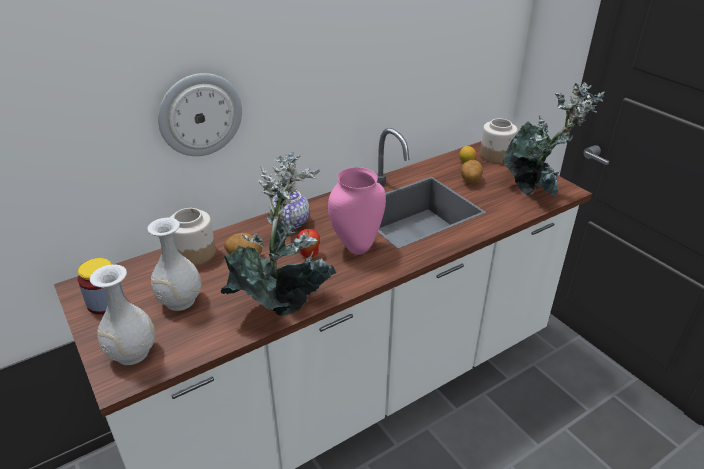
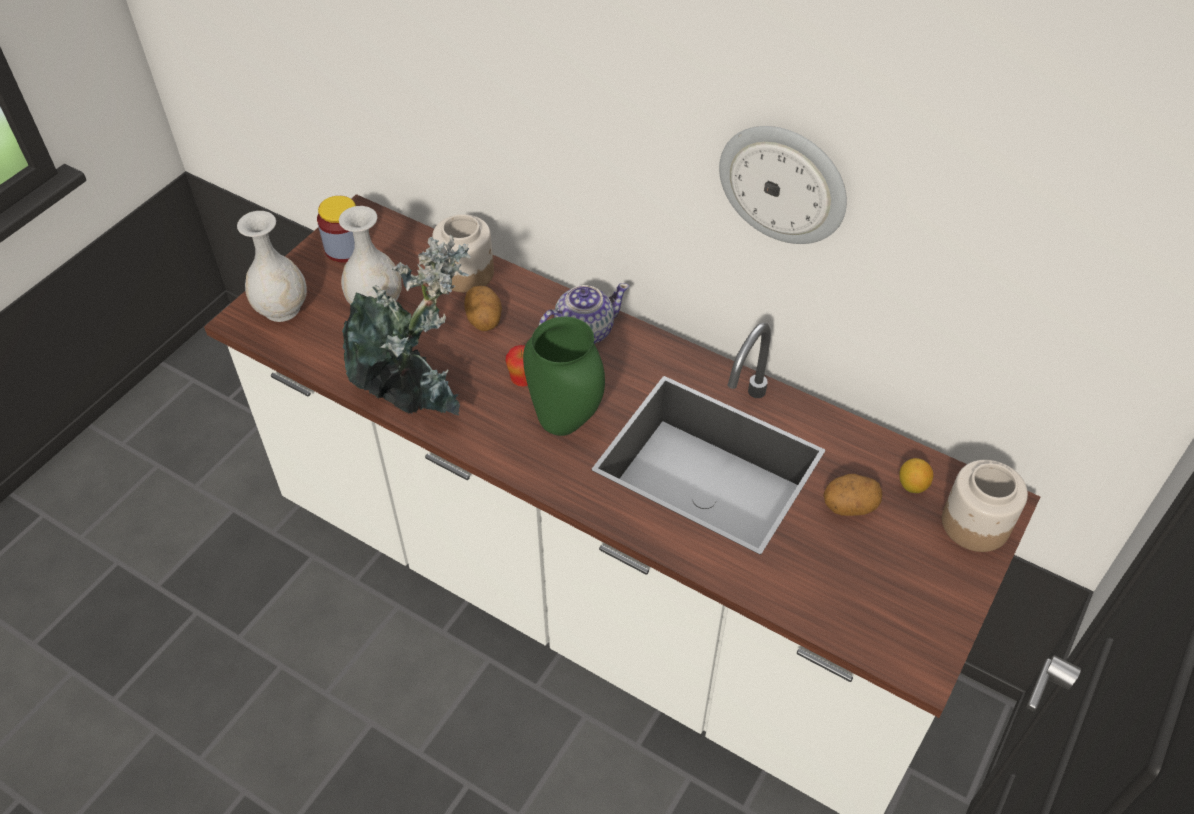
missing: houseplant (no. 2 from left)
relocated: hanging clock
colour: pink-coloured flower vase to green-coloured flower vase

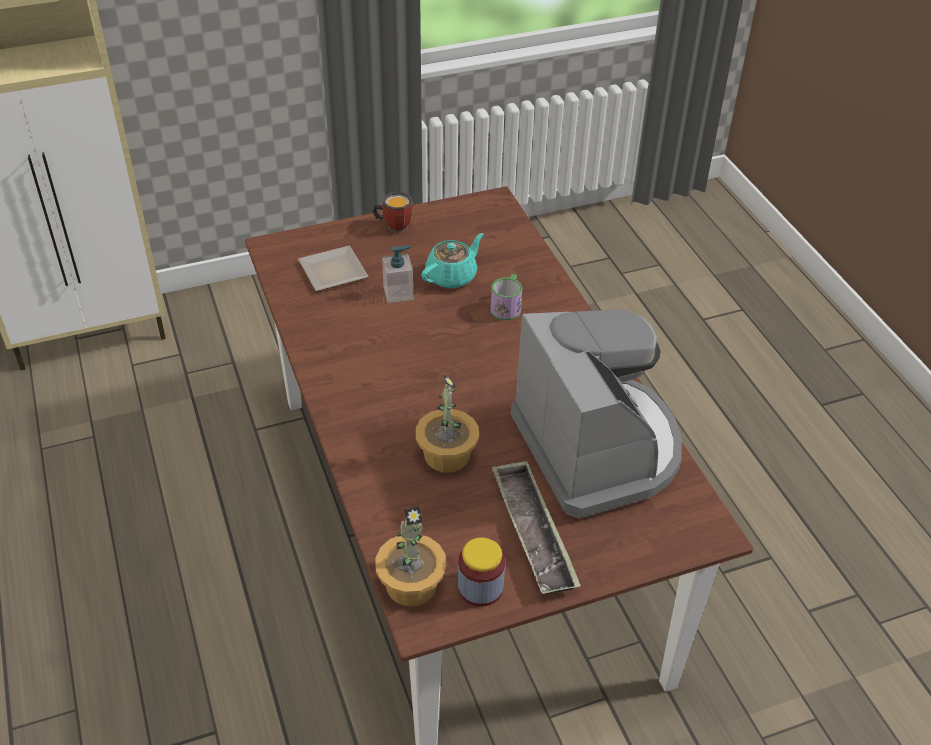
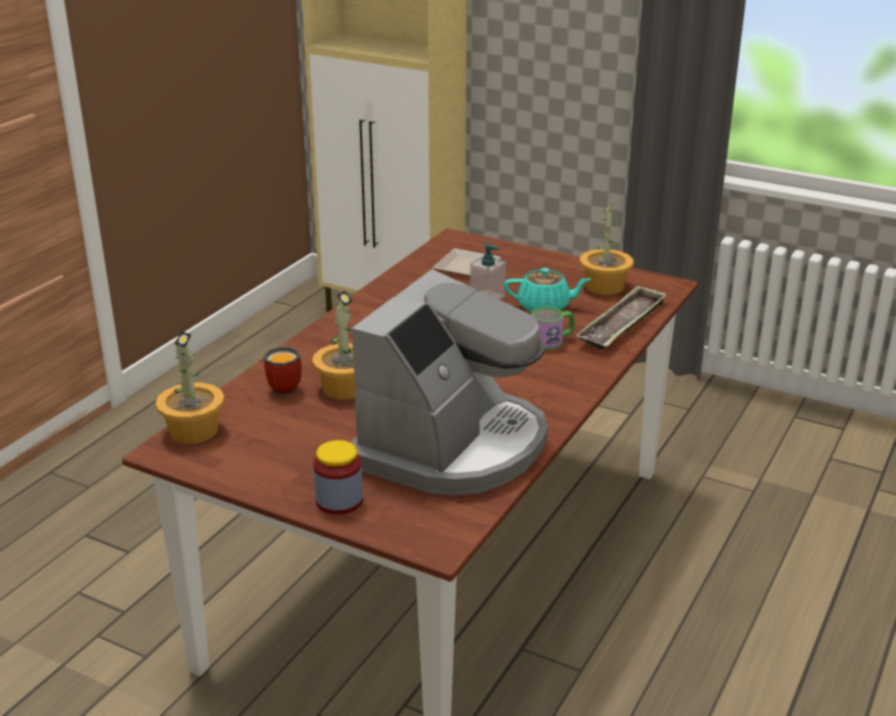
appeared: houseplant (no. 3 from left)
relocated: coffee mug (no. 1 from left); carrying tray; preserve jar

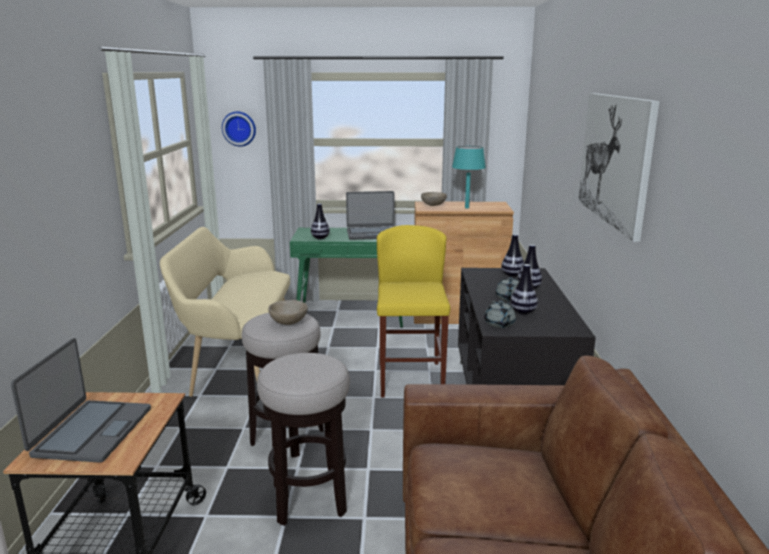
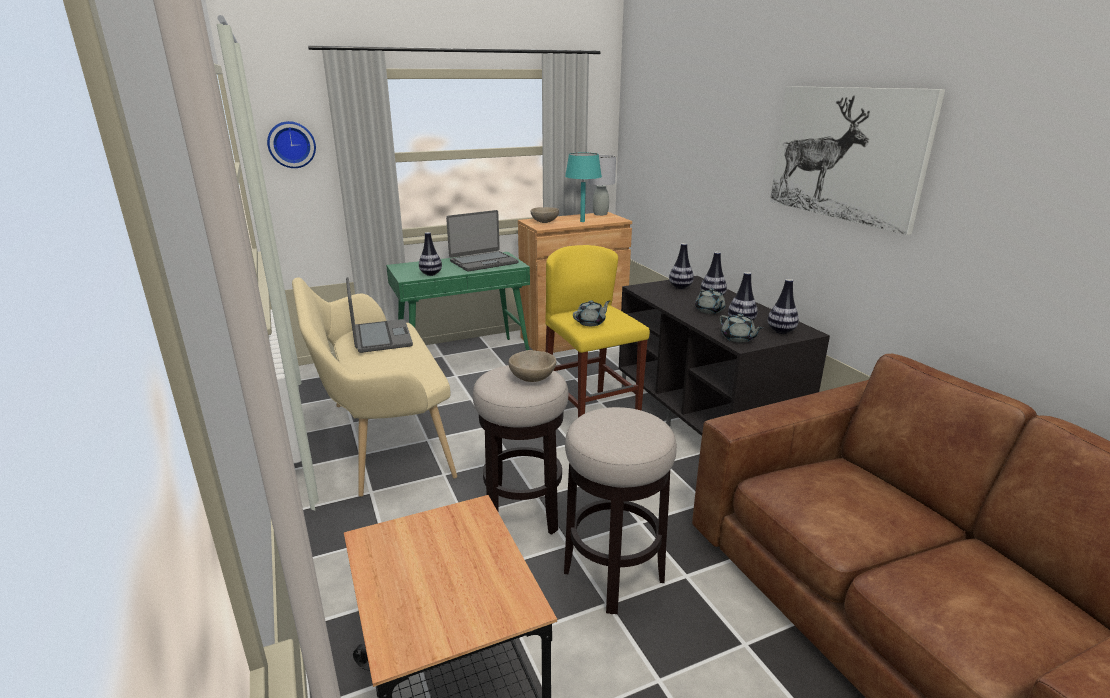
appeared: gray lamp for a table; flower vase (no. 5 from left); gray teapot (no. 1 from left)
relocated: portable computer (no. 1 from left)

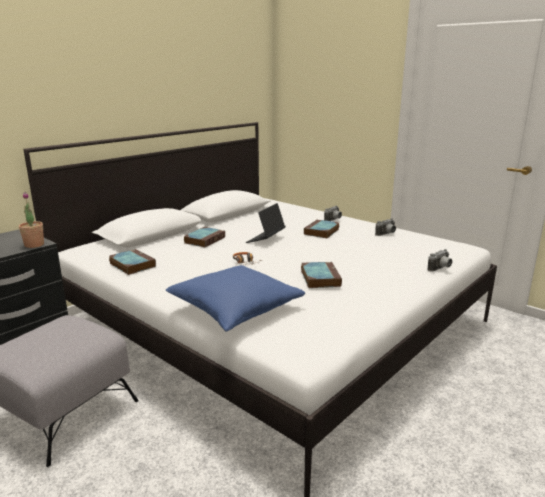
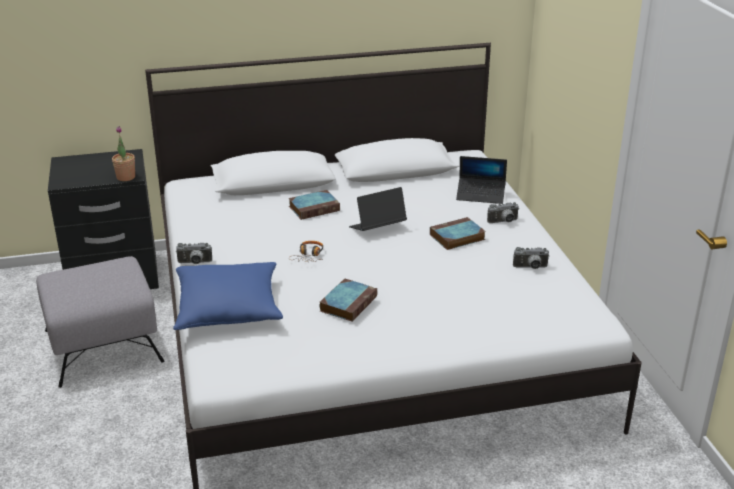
missing: book (no. 1 from left)
appeared: portable computer (no. 2 from left)
relocated: still camera (no. 3 from left in the first image) to still camera (no. 1 from left)

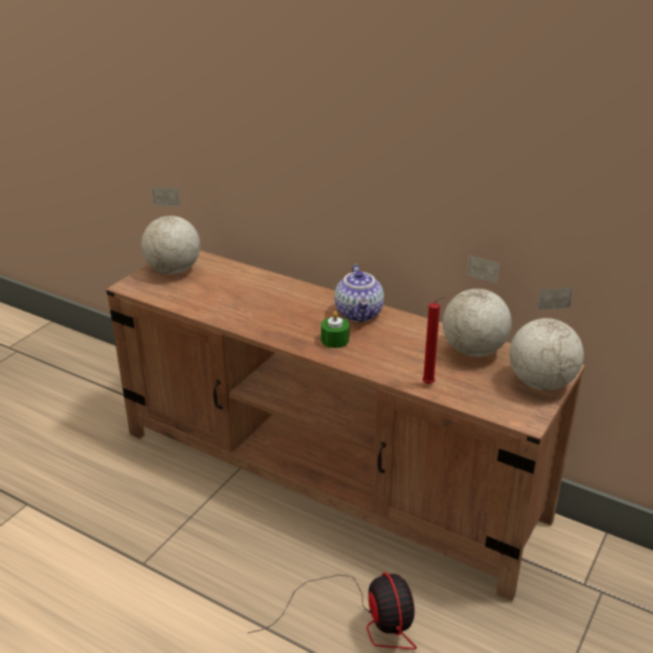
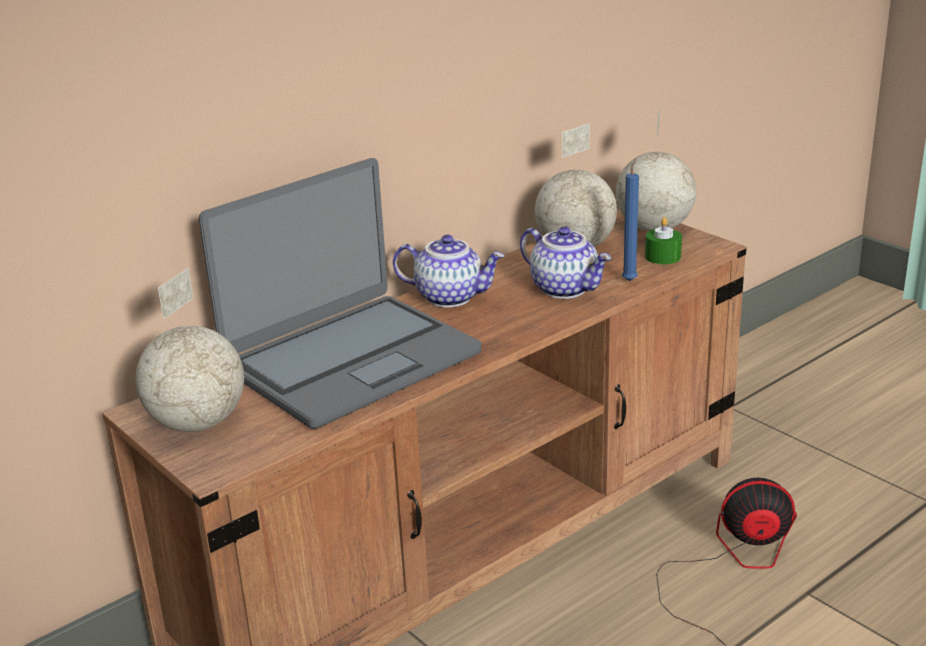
appeared: portable computer; teapot (no. 2 from left)
relocated: green-coloured wax candle
colour: red wax candle to blue wax candle

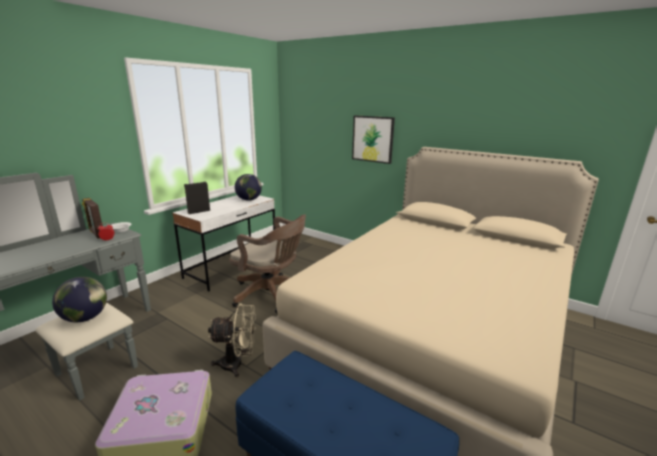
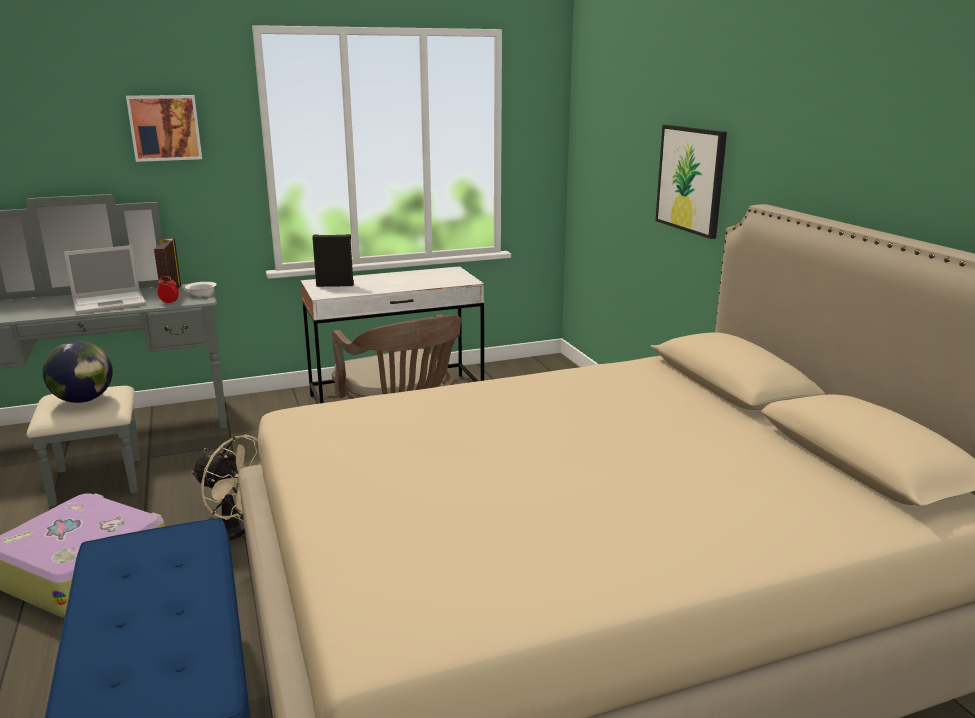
missing: desk globe (no. 2 from left)
appeared: wall art (no. 1 from left); portable computer

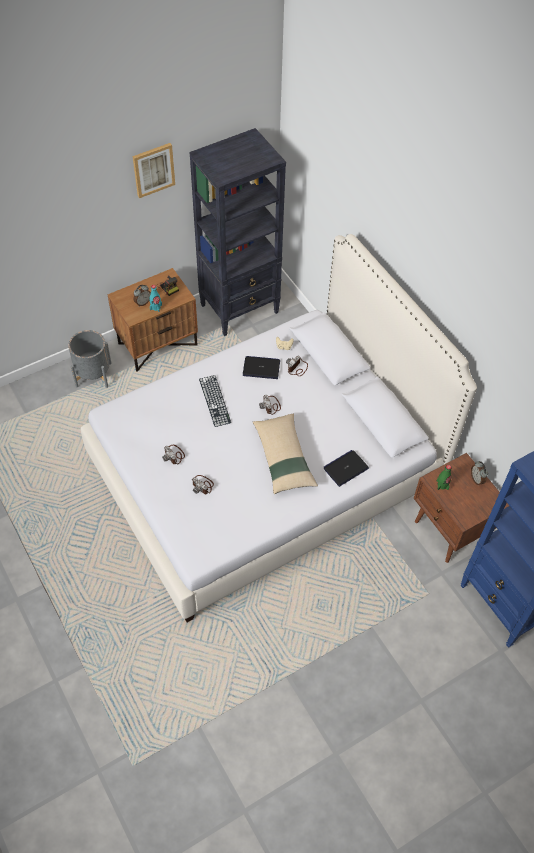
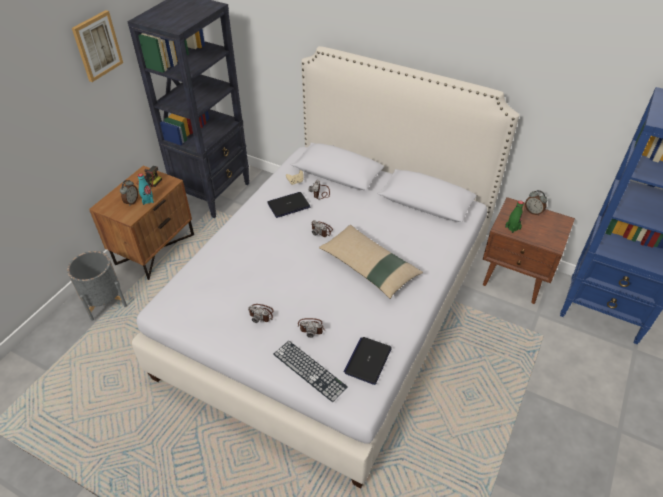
relocated: computer keyboard; portable computer (no. 2 from left)

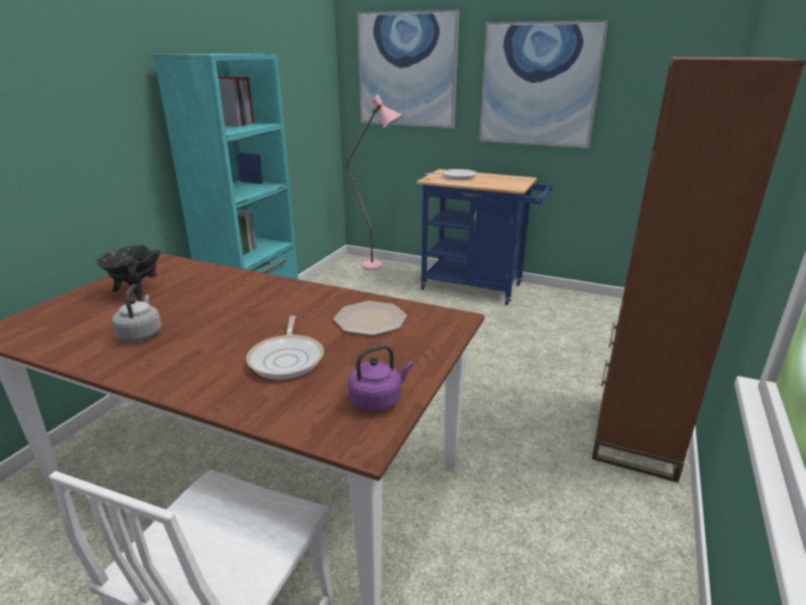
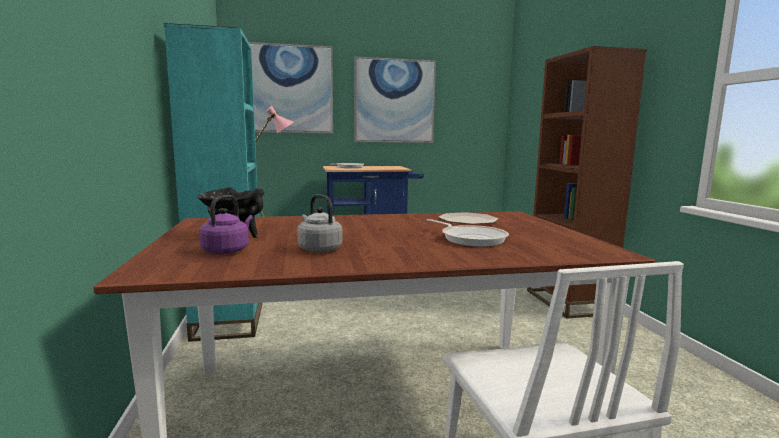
relocated: purple water kettle

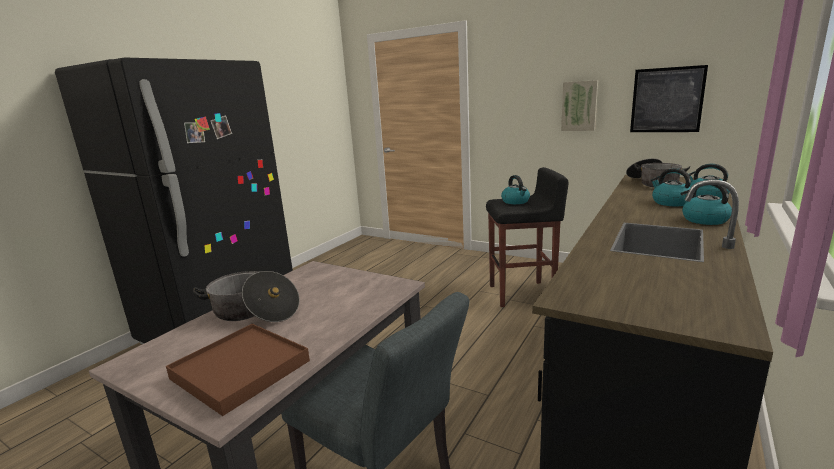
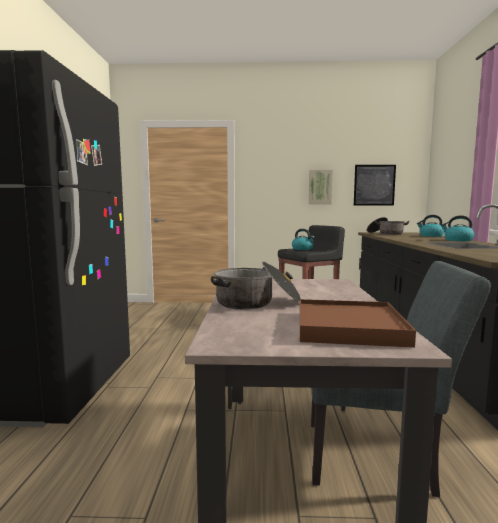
missing: water kettle (no. 2 from left)

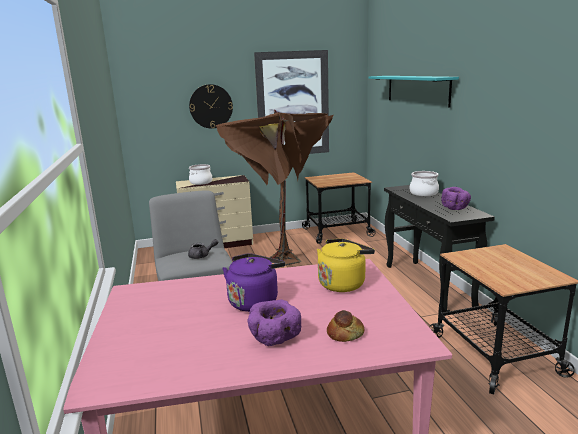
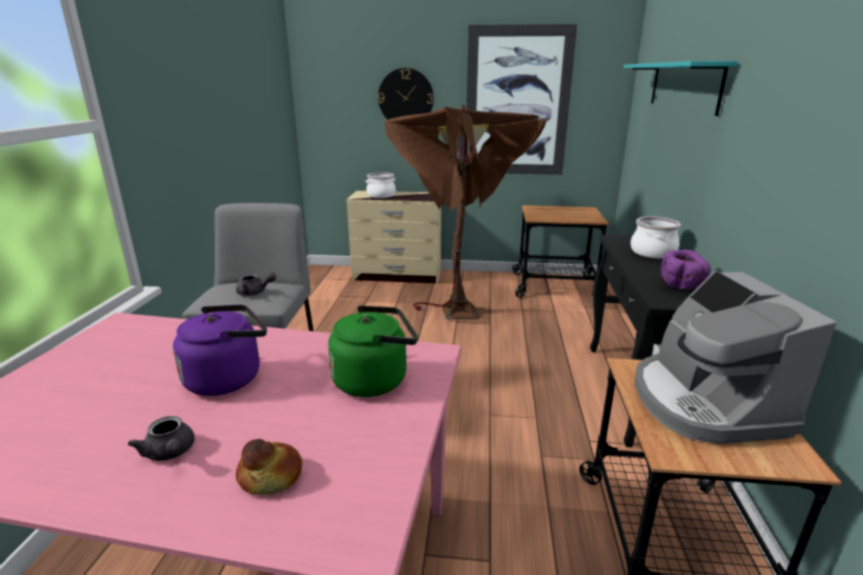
appeared: coffee maker
exchanged: purple bowl (no. 1 from left) to gray teapot (no. 1 from left)
colour: yellow-coloured water kettle to green-coloured water kettle

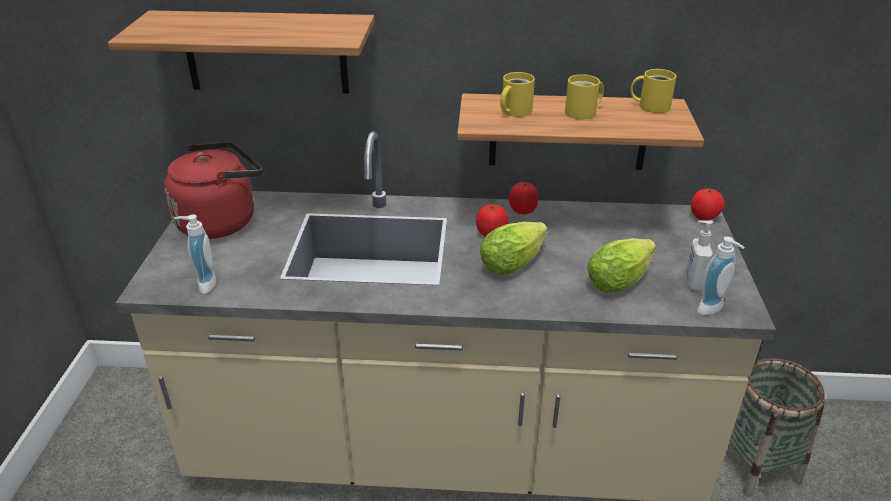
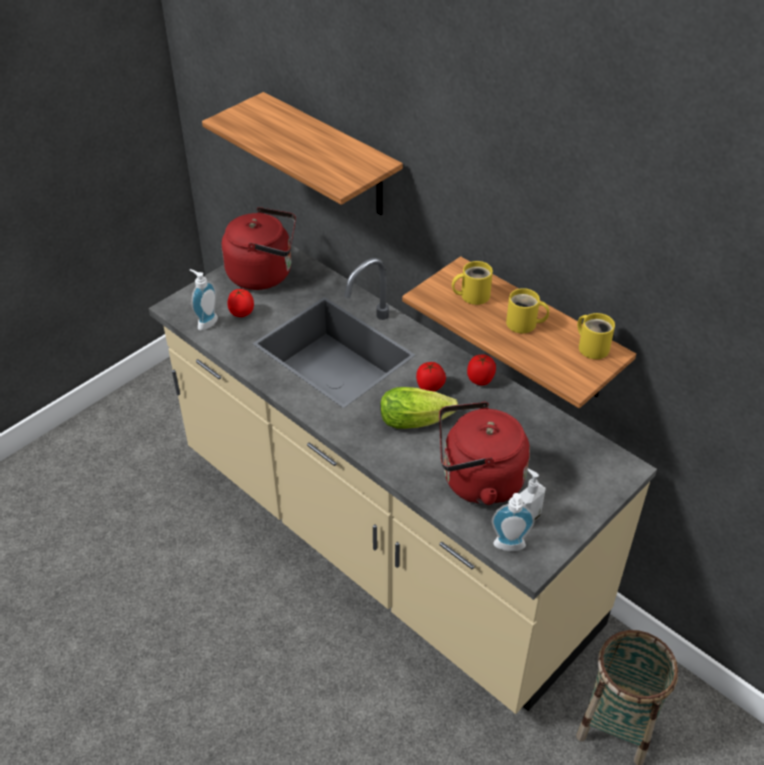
relocated: fresh tomato (no. 3 from left in the first image) to fresh tomato (no. 1 from left)
exchanged: lettuce head (no. 2 from left) to red water kettle (no. 2 from left)

